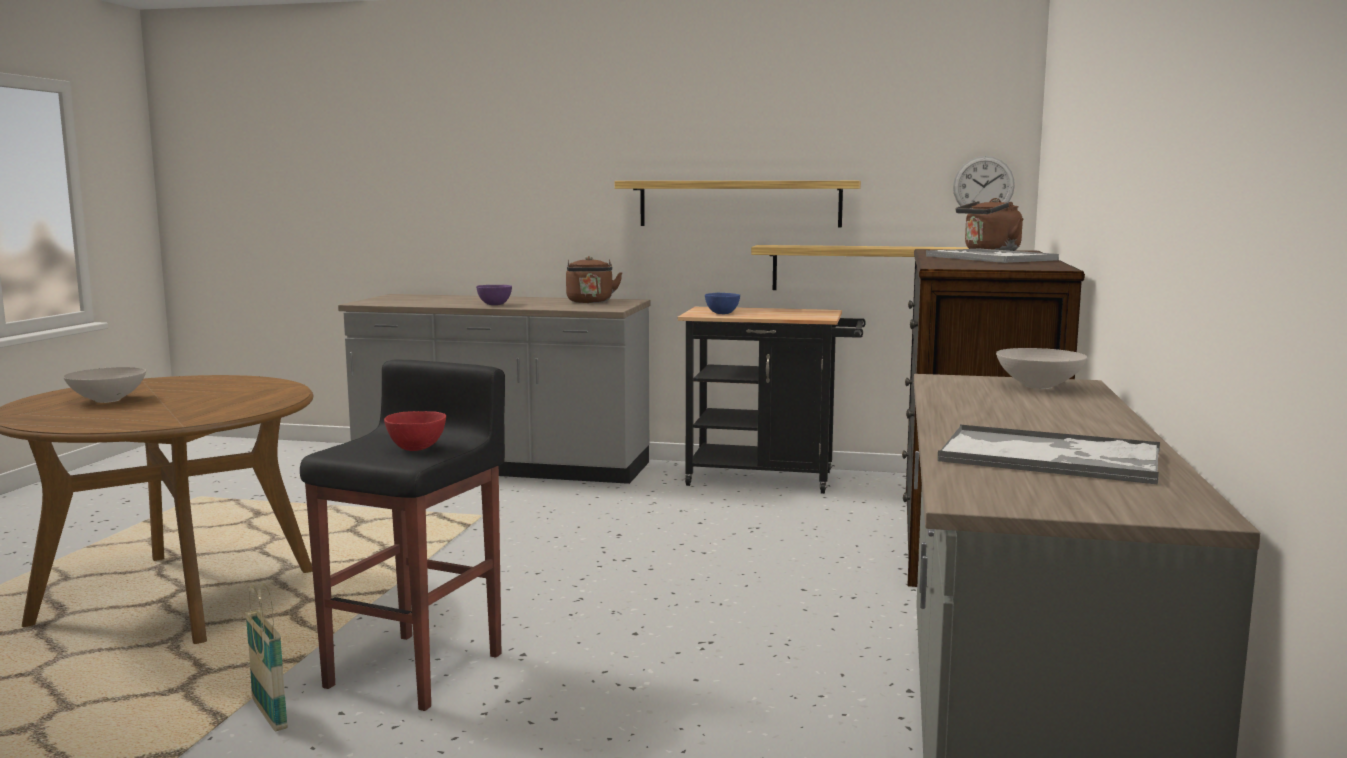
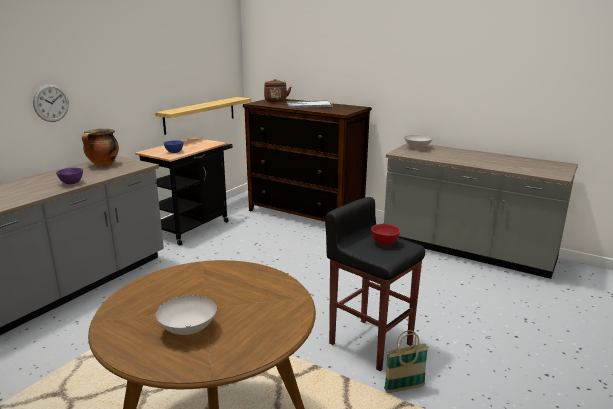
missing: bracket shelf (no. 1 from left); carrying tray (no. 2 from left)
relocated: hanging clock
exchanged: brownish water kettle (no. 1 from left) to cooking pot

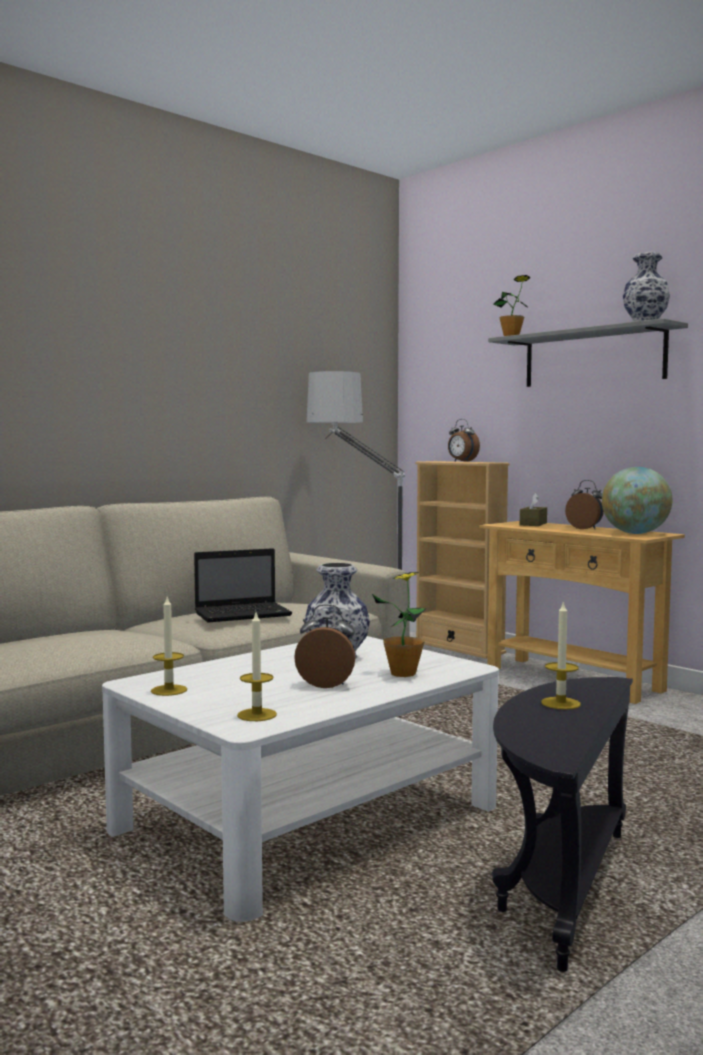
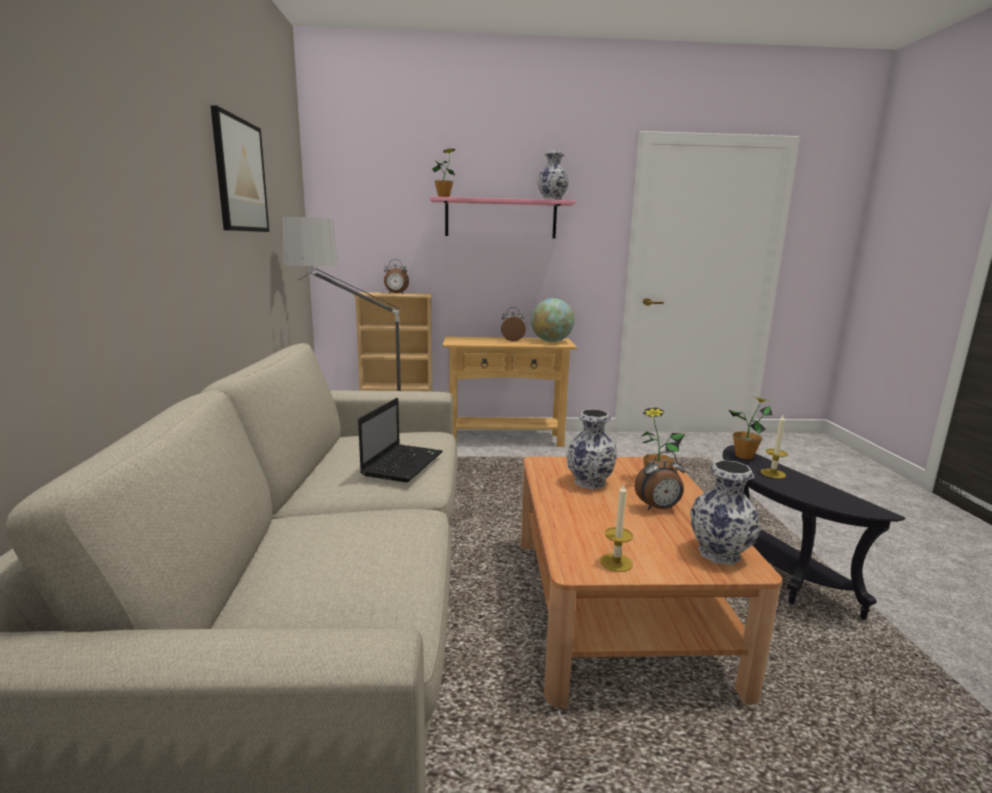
missing: brownish tissue holder
appeared: wall art; houseplant (no. 3 from left)
exchanged: wax candle (no. 2 from left) to flower vase (no. 3 from left)
colour: gray bracket shelf to pink-coloured bracket shelf; white-coloured coffee table to brownish coffee table
spun: table clock (no. 1 from left in the first image) 150 degrees counterclockwise

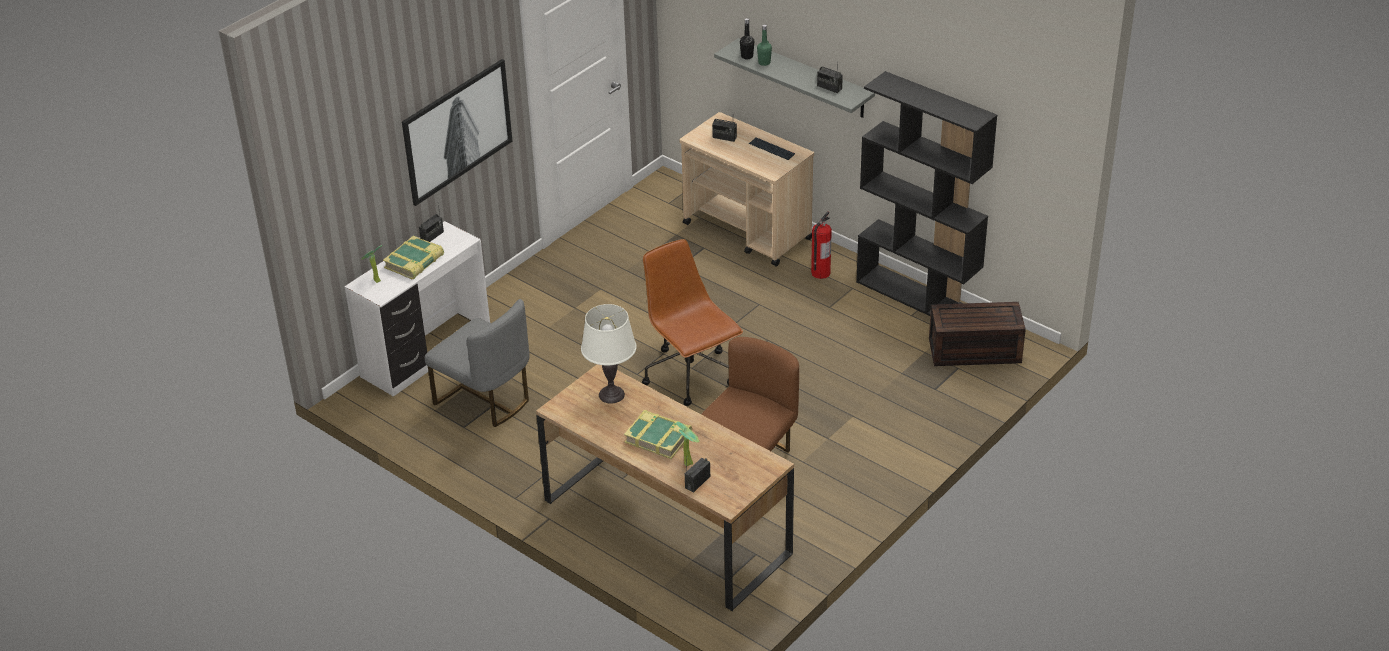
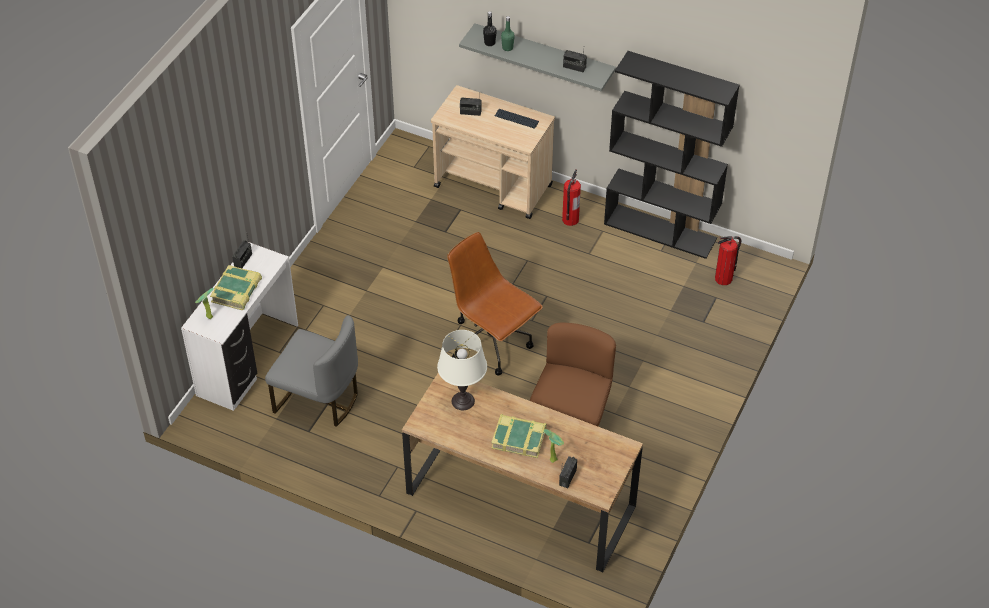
missing: wall art
exchanged: brownish storage box to extinguisher (no. 2 from left)

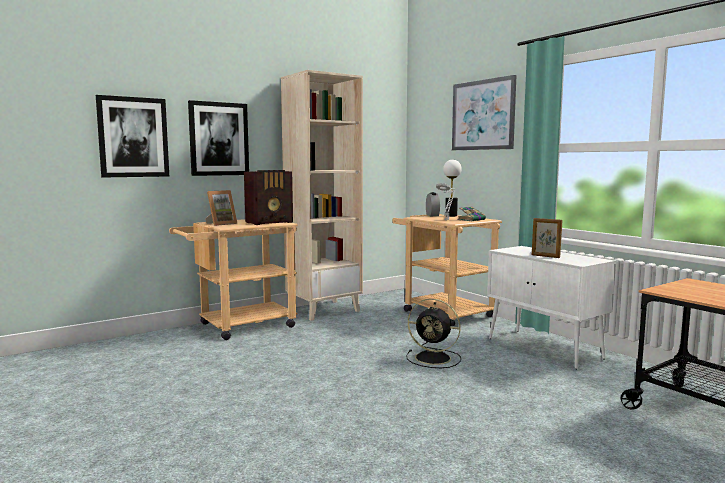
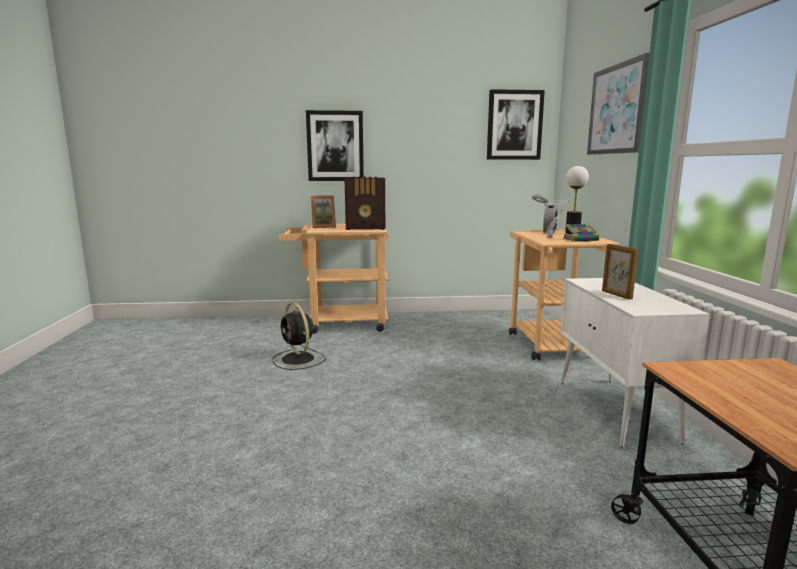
missing: beige shelving unit
relocated: wall art (no. 1 from left in the first image) to wall art (no. 2 from left); black fan

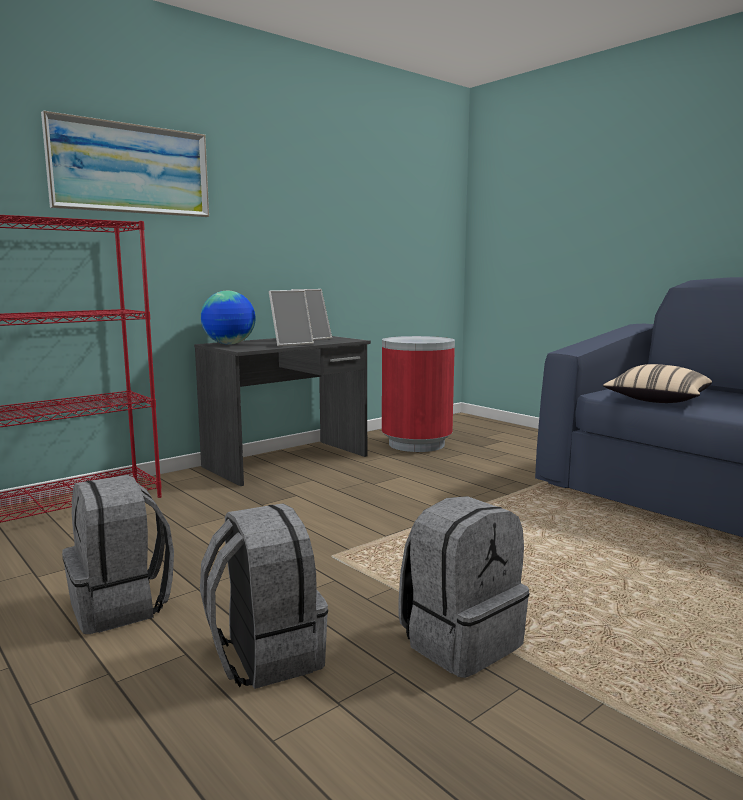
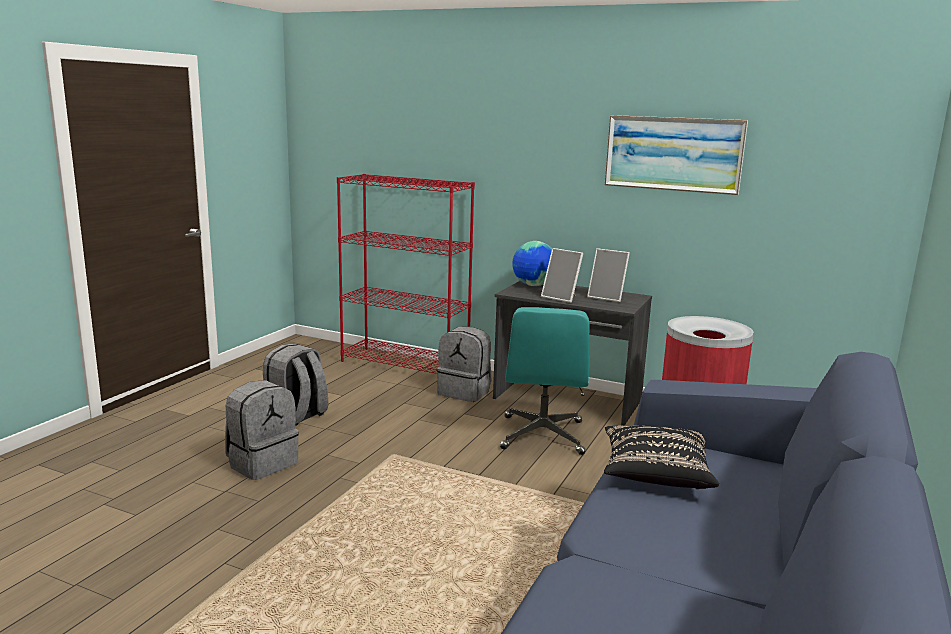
appeared: blue-green office chair
relocated: wall art; gray backpack (no. 3 from left)
colour: beige throw pillow to black throw pillow

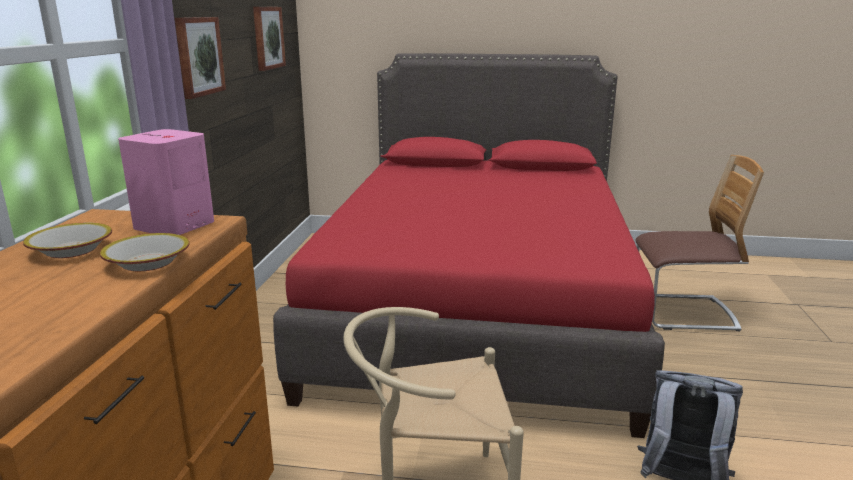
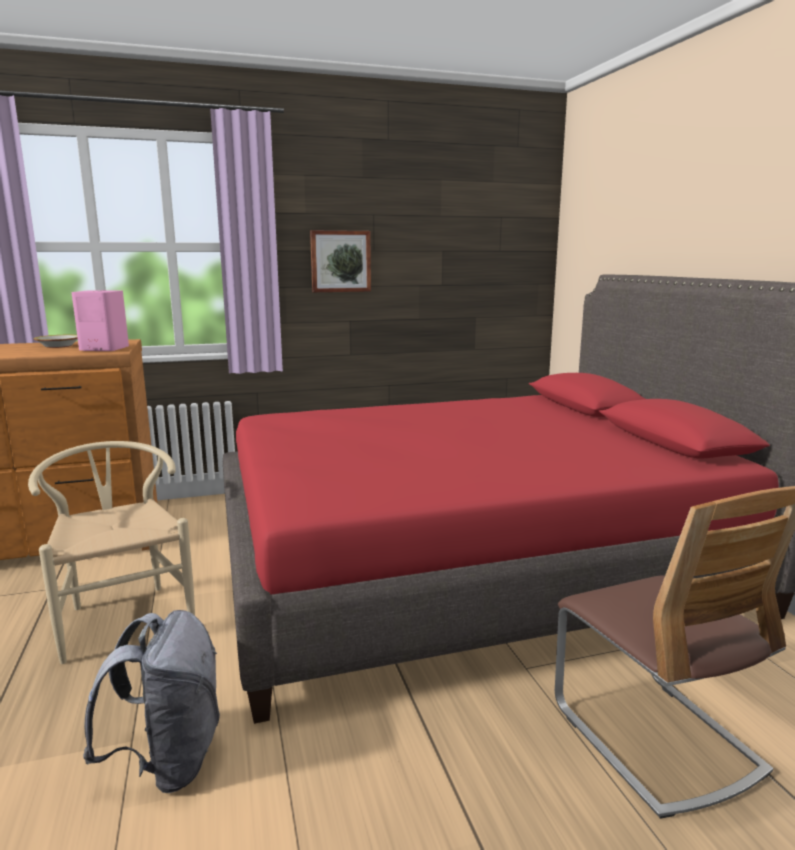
missing: wall art (no. 2 from left); bowl (no. 2 from left)

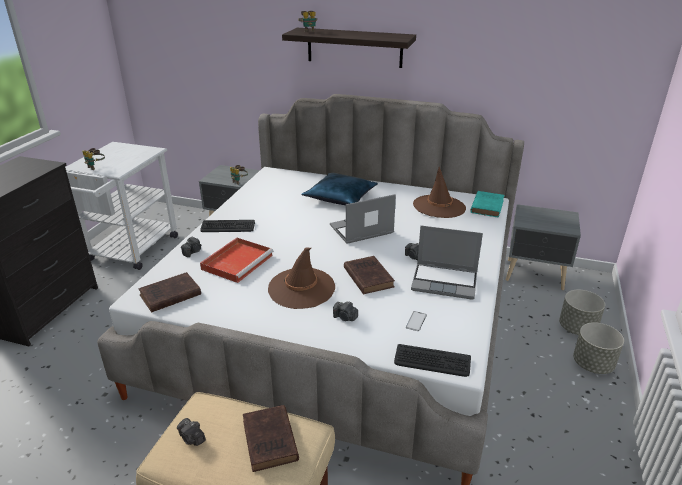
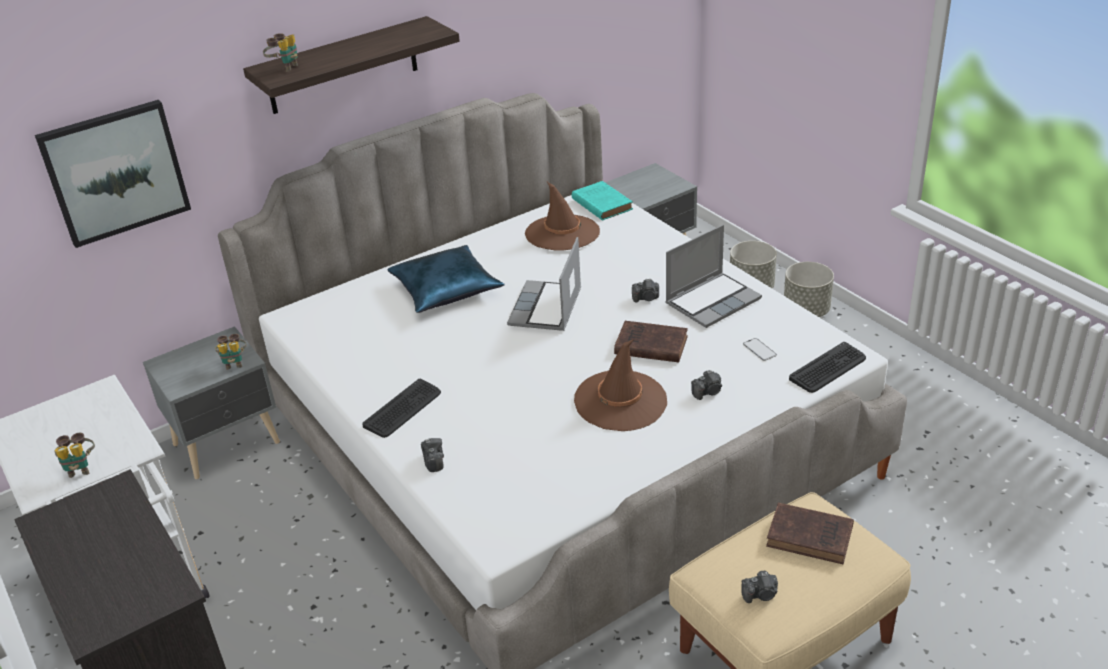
missing: red carrying tray; brownish book (no. 1 from left)
appeared: wall art

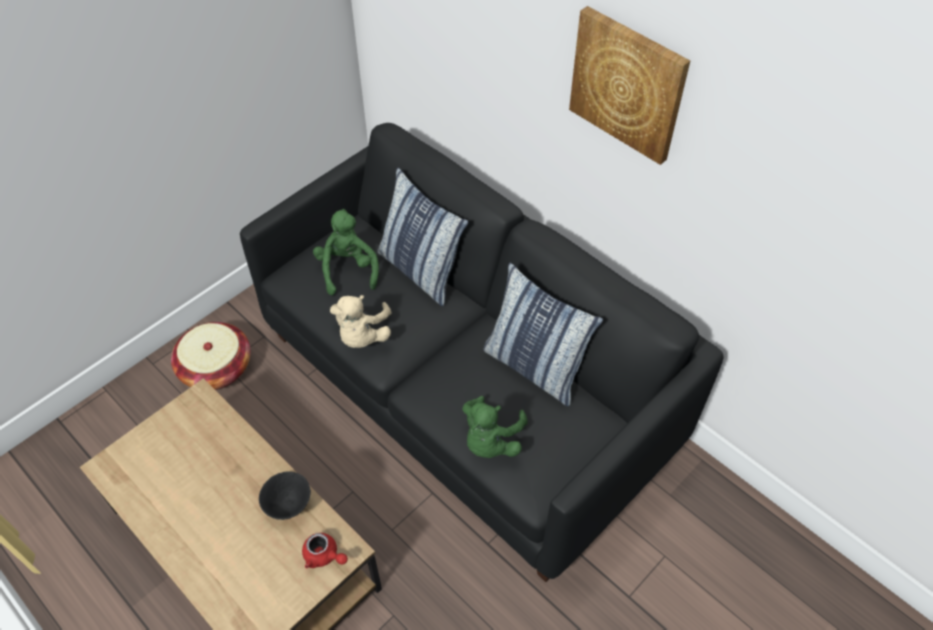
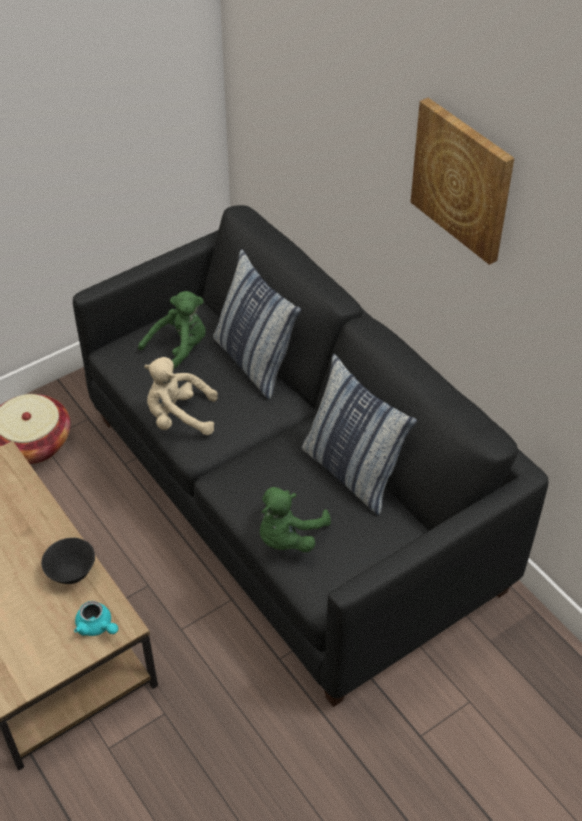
colour: red teapot to blue-green teapot
spun: green-coloured soft toy (no. 1 from left) 60 degrees clockwise; beige soft toy 75 degrees clockwise

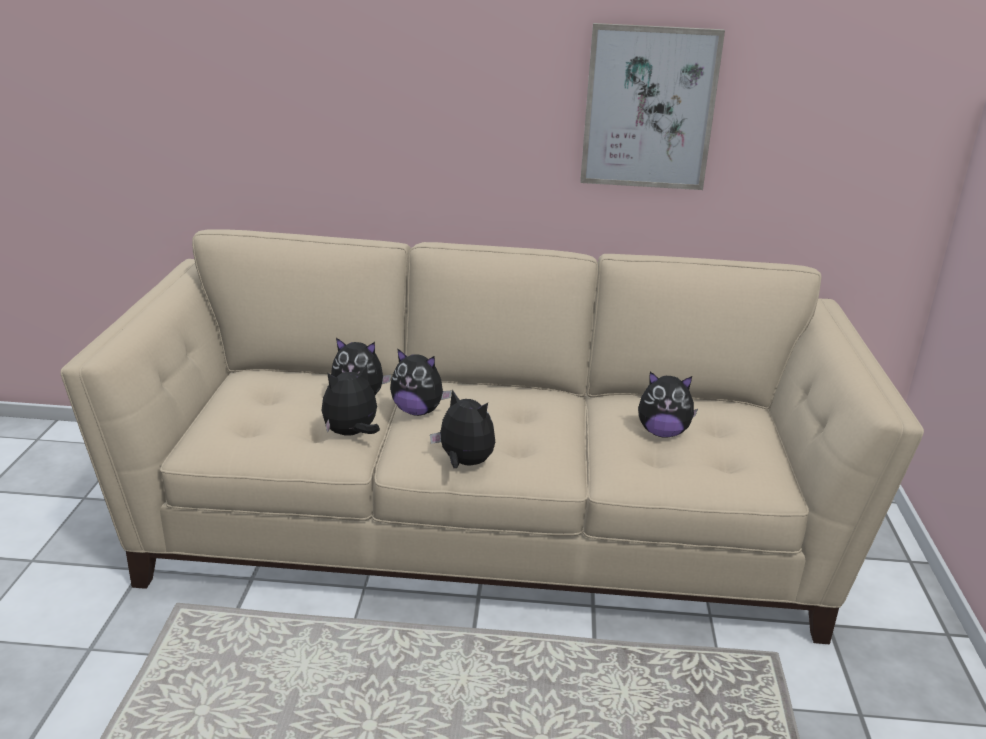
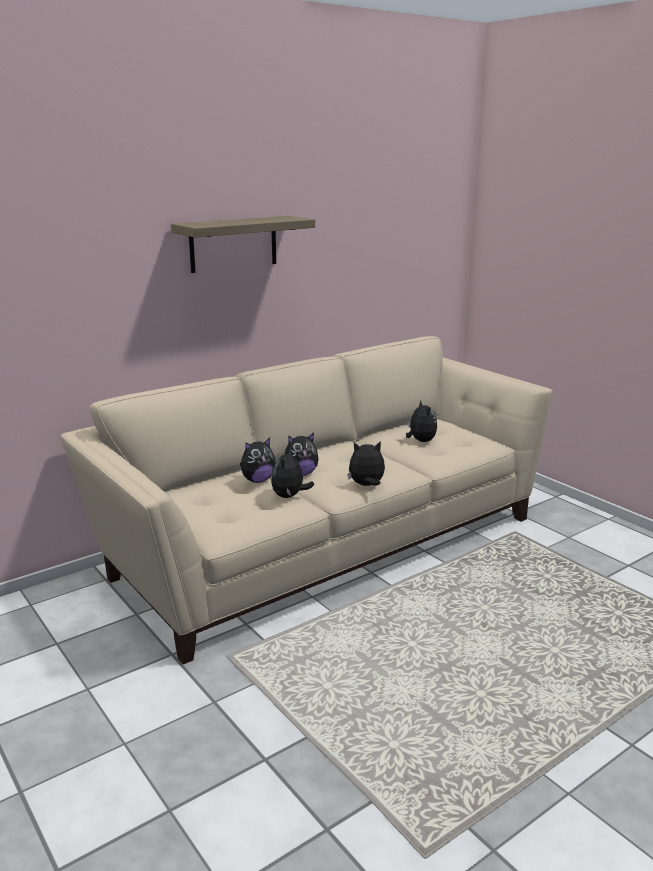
missing: wall art
appeared: bracket shelf
spun: soft toy (no. 5 from left) 75 degrees counterclockwise

